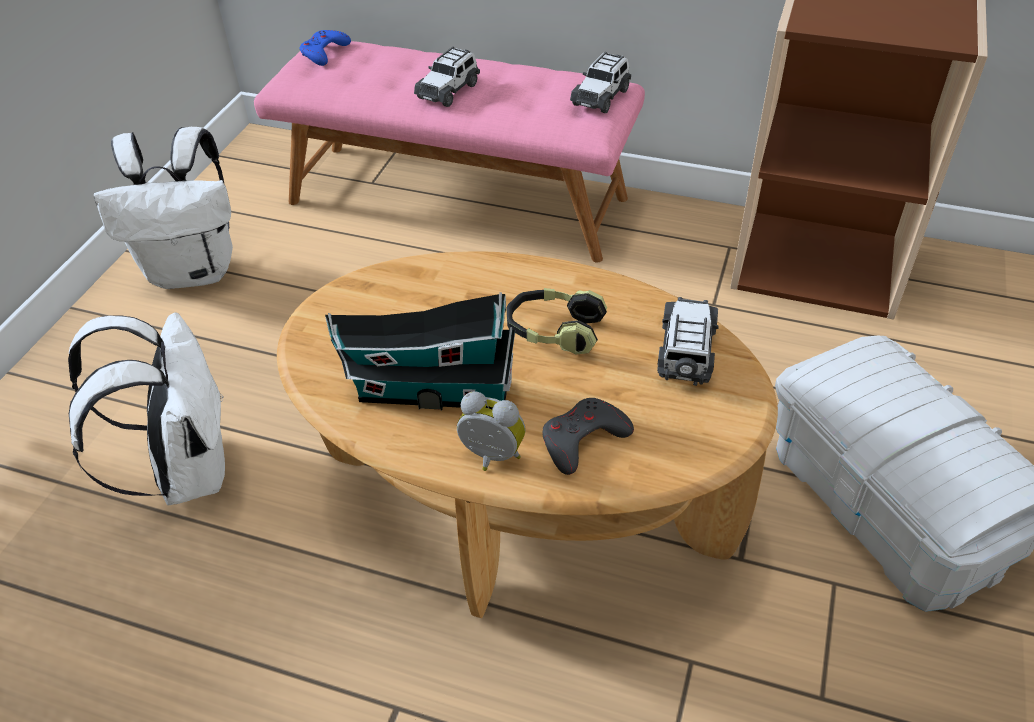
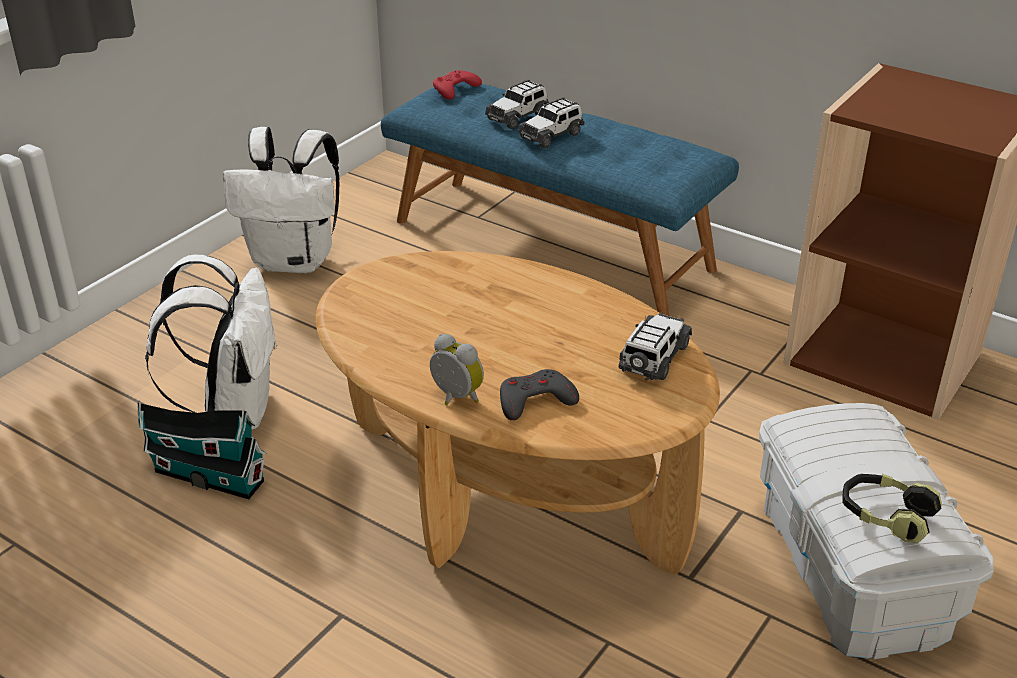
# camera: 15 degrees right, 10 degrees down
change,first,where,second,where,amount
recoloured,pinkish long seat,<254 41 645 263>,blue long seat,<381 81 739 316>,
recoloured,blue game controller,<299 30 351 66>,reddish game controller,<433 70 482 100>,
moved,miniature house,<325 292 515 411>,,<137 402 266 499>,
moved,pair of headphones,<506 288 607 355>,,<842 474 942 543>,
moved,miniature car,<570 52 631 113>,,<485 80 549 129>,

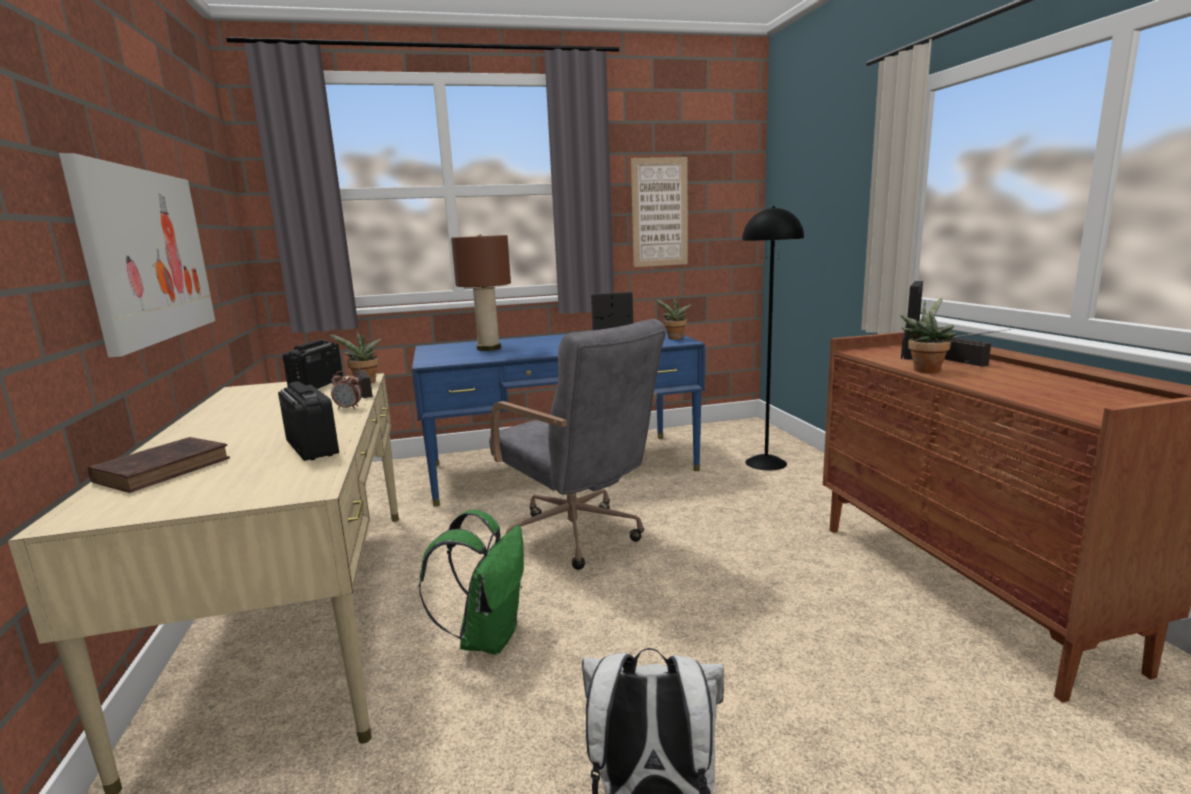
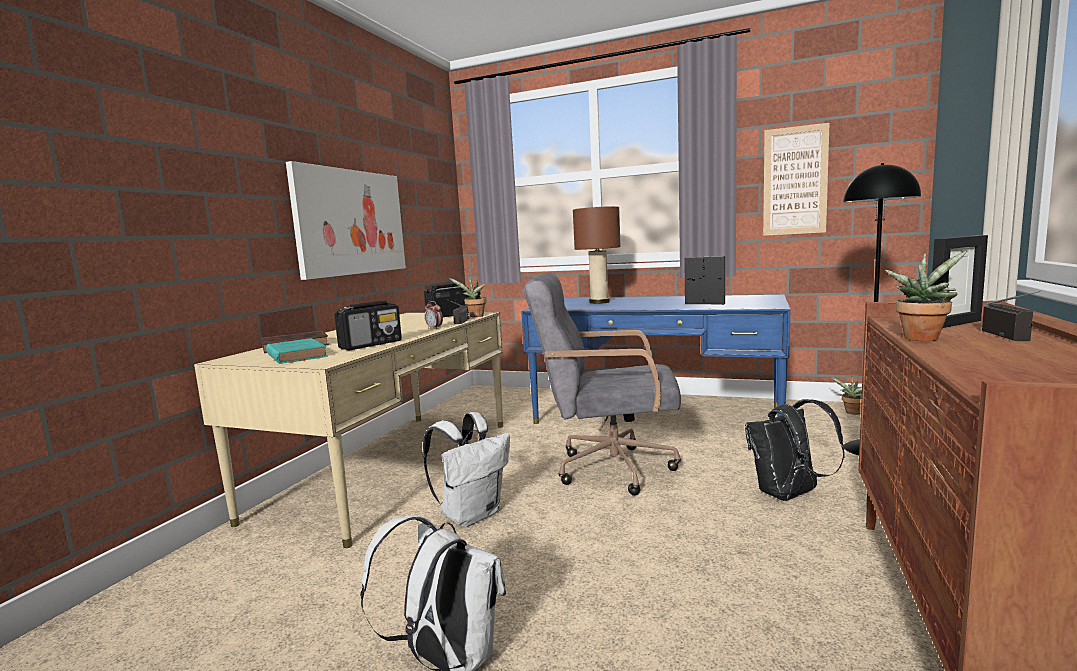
# camera: 35 degrees right, 5 degrees down
change,first,where,second,where,amount
turned,radio set,<278 381 339 461>,,<334 300 402 350>,45 degrees clockwise
recoloured,green backpack,<419 510 524 655>,whitish backpack,<423 412 510 527>,
turned,greyish office chair,<489 319 666 570>,,<523 273 681 496>,105 degrees clockwise
moved,potted plant,<654 297 692 340>,,<831 377 862 415>,
added,,,turquoise-coloured volume,<266 338 328 364>,
added,,,blackish backpack,<745 399 845 501>,

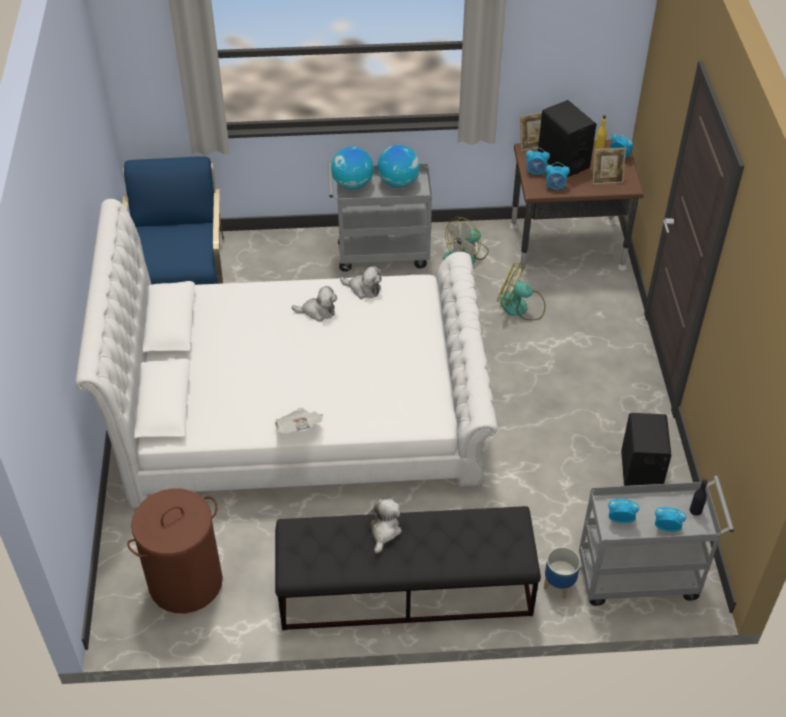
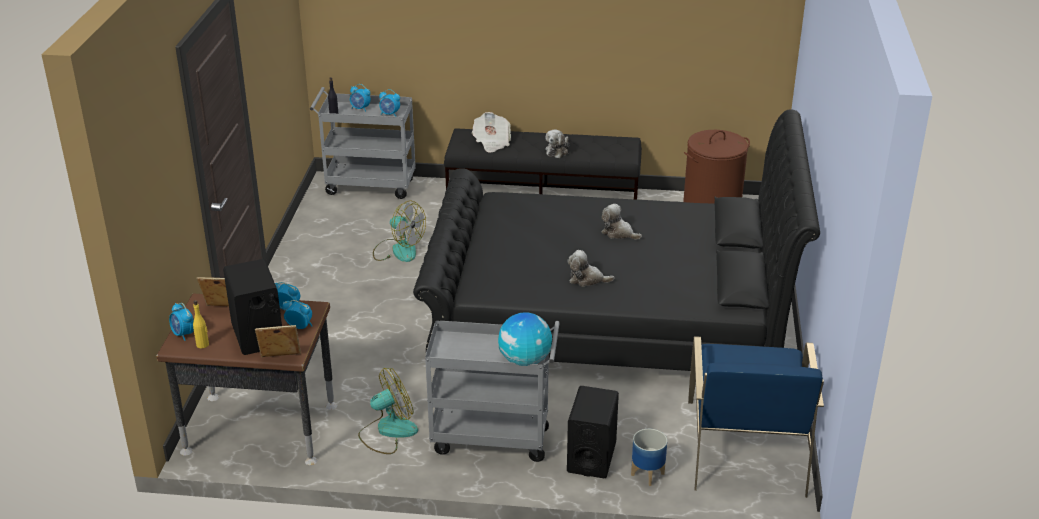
# camera: 170 degrees left, 15 degrees down
change,first,where,second,where,amount
recoloured,whitish bed,<75 199 498 508>,blackish bed,<413 110 820 371>,
moved,daily paper,<275 408 323 434>,,<472 112 511 153>,
moved,cuddly toy,<340 266 382 299>,,<601 204 642 240>,
removed,globe,<377 145 420 188>,,,
moved,electric fan,<497 262 546 320>,,<373 200 426 262>,
moved,plant pot,<544 547 580 599>,,<631 429 667 486>,
moved,blackish audio speaker,<621 413 672 486>,,<567 386 619 478>,

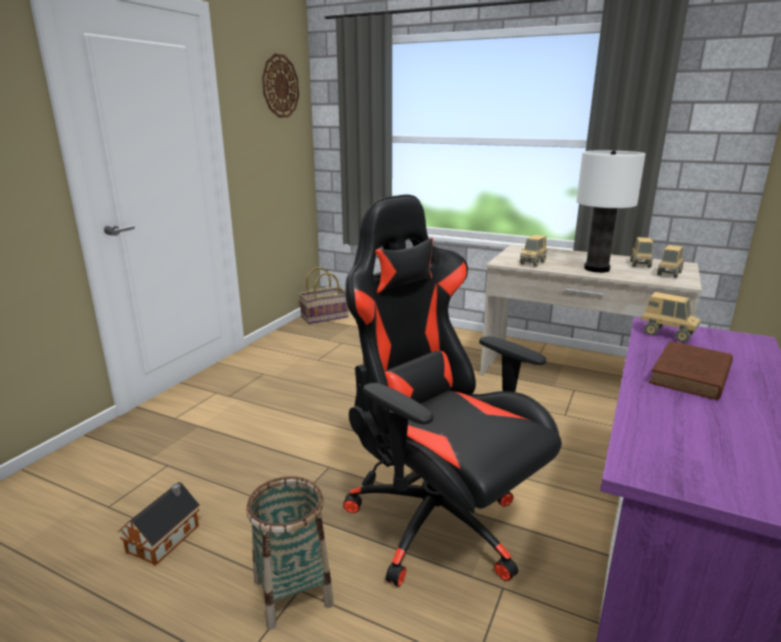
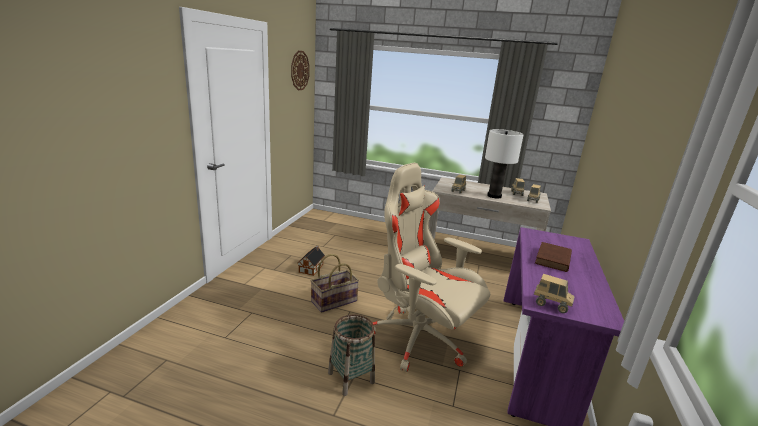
# camera: 10 degrees left, 0 degrees up
change,first,where,second,where,amount
moved,miniature house,<117 482 200 566>,,<298 246 325 276>,
moved,household basket,<299 267 348 324>,,<311 254 359 313>,
recoloured,blackish office chair,<343 194 562 587>,beige-coloured office chair,<373 163 490 372>,
moved,model truck,<641 292 701 342>,,<534 274 574 313>,

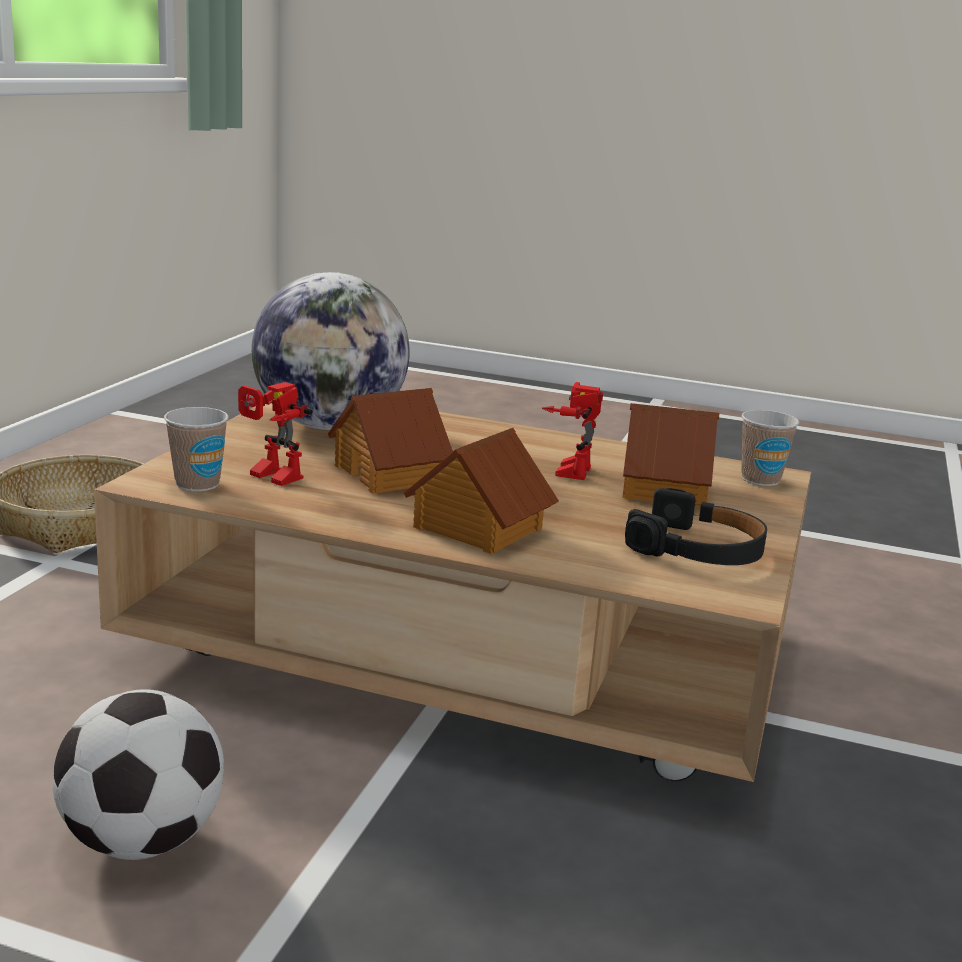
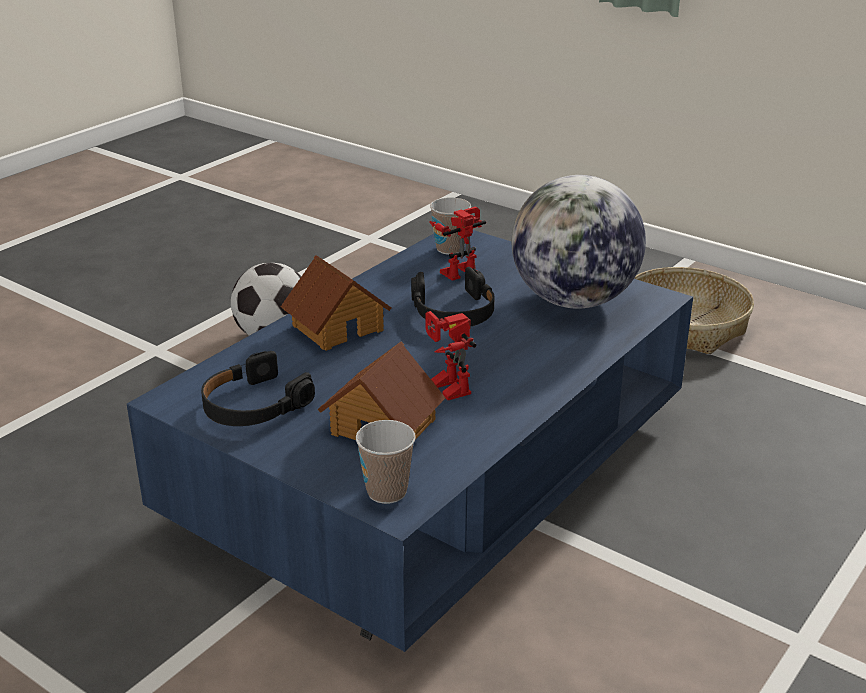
# camera: 110 degrees right, 10 degrees up
change,first,where,second,where,amount
recoloured,brown coffee table,<94 403 811 782>,blue coffee table,<127 230 693 652>,
replaced,miniature house,<328 388 453 494>,blackish pair of headphones,<411 267 495 326>,
turned,toy robot,<542 382 603 480>,,<426 311 476 400>,150 degrees counterclockwise

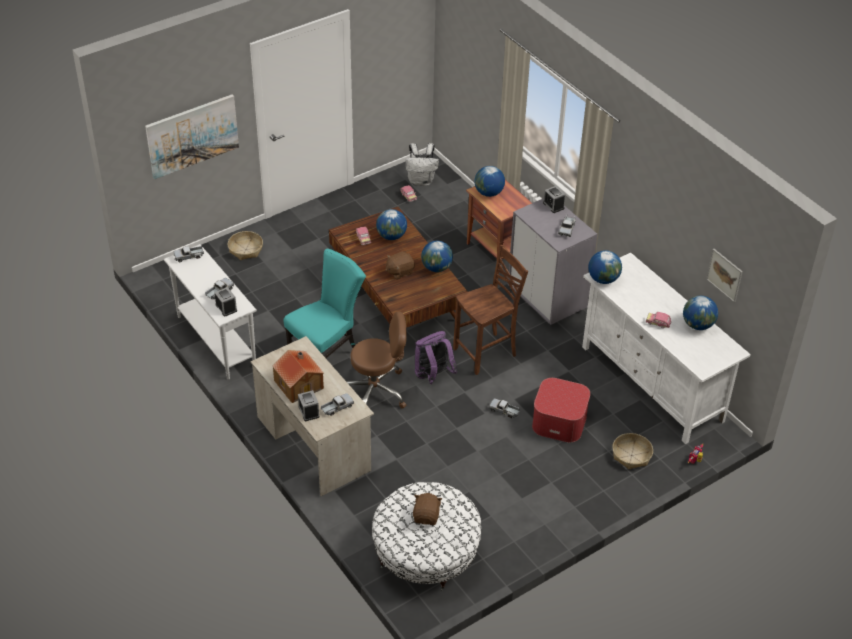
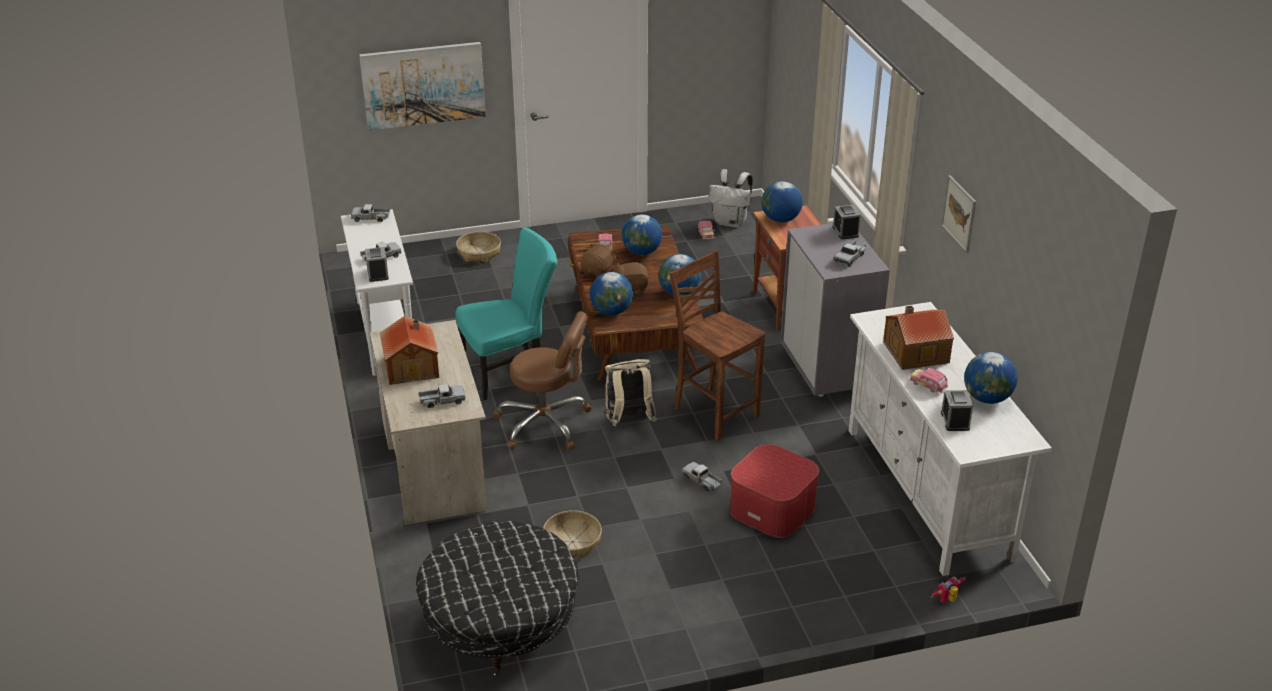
# camera: 20 degrees right, 10 degrees down
change,first,where,second,where,amount
moved,table clock,<298 390 319 421>,,<941 390 973 431>,
recoloured,whitish footrest,<372 482 481 591>,blackish footrest,<416 521 578 676>,
moved,brown cuddly toy,<413 493 442 525>,,<581 244 617 277>,
recoloured,purple-coloured backpack,<415 331 457 384>,beige-coloured backpack,<604 359 657 426>,
turned,brown plain chair,<453 244 528 375>,,<670 250 765 441>,120 degrees counterclockwise
moved,globe,<588 250 622 284>,,<590 272 633 315>,
moved,household basket,<612 433 653 469>,,<543 511 602 559>,
moved,picture,<706 249 743 303>,,<941 175 976 253>,
added,,,miniature house,<883 305 954 370>,

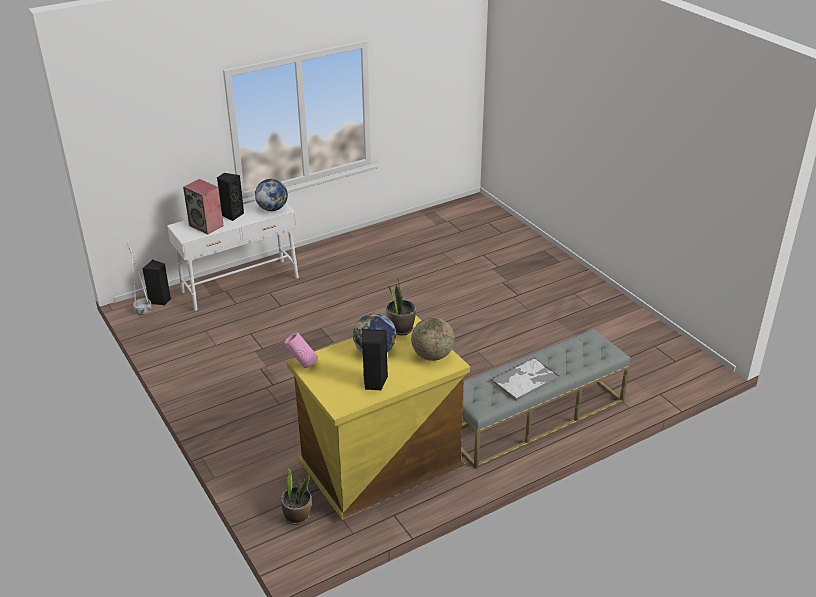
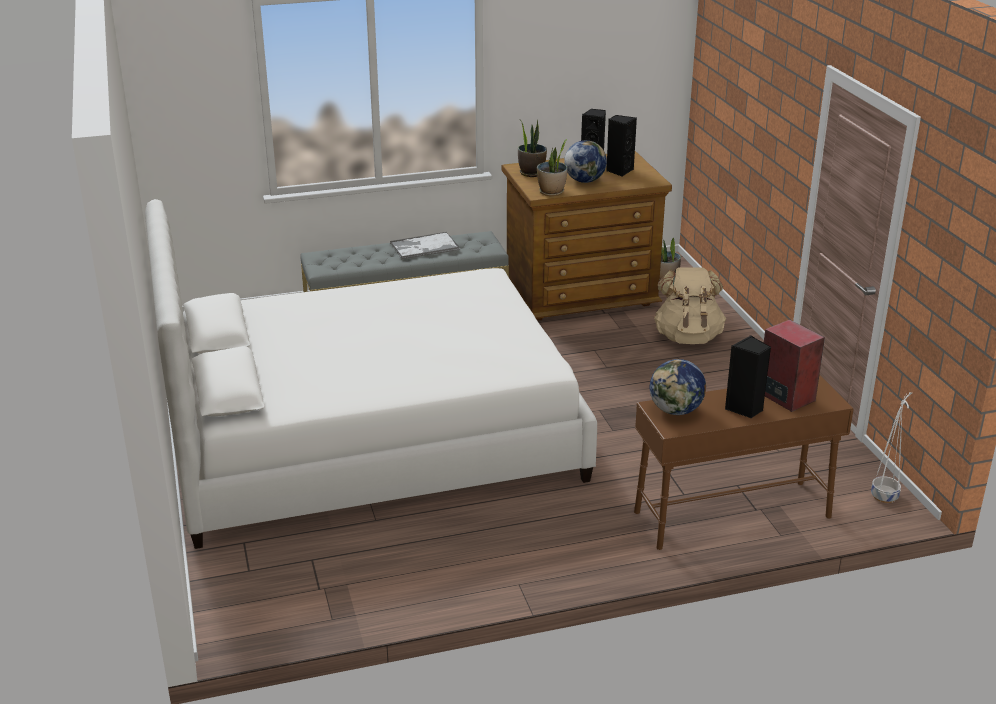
# camera: 165 degrees left, 5 degrees down
change,first,where,second,where,amount
moved,blackish audio speaker,<142 260 171 305>,,<606 115 637 177>,
recoloured,whitish hall table,<167 201 299 311>,brown hall table,<634 375 854 550>,
removed,pinkish vase,<285 332 318 368>,,,
recoloured,yellowish chest of drawers,<287 315 471 520>,brown chest of drawers,<502 151 672 321>,
replaced,globe,<411 317 455 361>,potted plant,<518 120 547 177>,
added,,,whitish bed,<145 199 597 549>,
added,,,beige-coloured backpack,<654 267 726 344>,

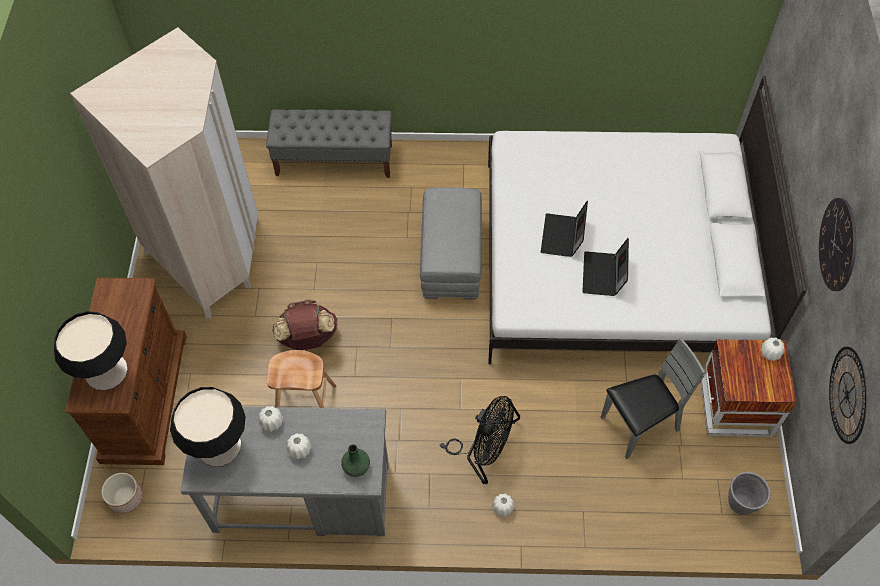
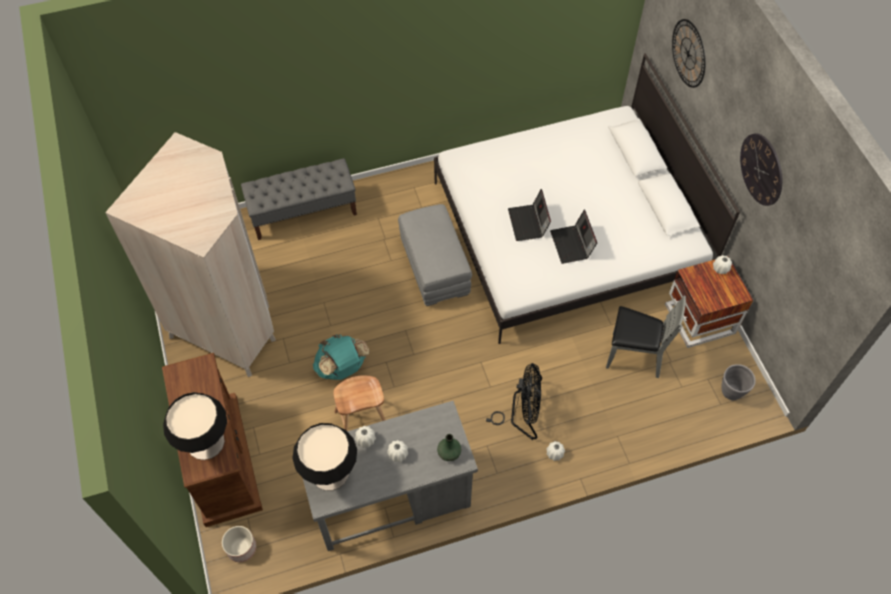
# camera: 20 degrees left, 0 degrees up
change,first,where,second,where,amount
recoloured,brown backpack,<272 300 338 350>,turquoise-coloured backpack,<313 334 369 380>,
turned,greyish plain chair,<601 338 705 459>,,<606 296 686 378>,60 degrees clockwise
moved,clock on the wall,<829 347 867 444>,,<672 19 706 88>,

